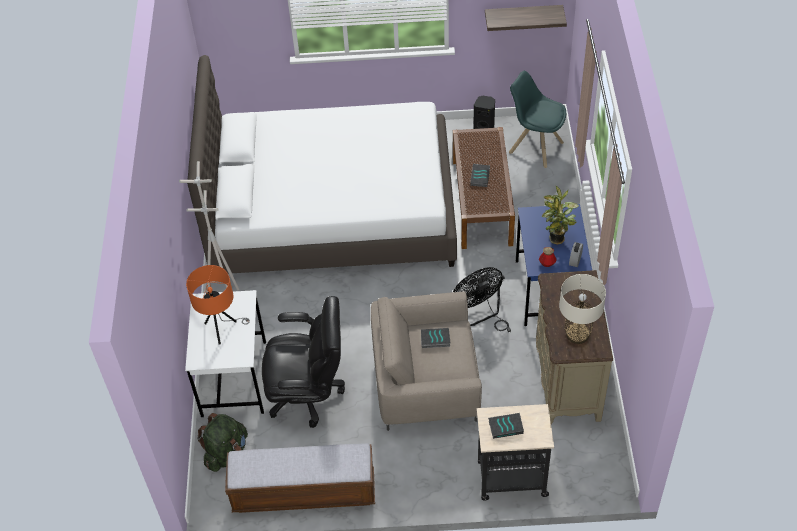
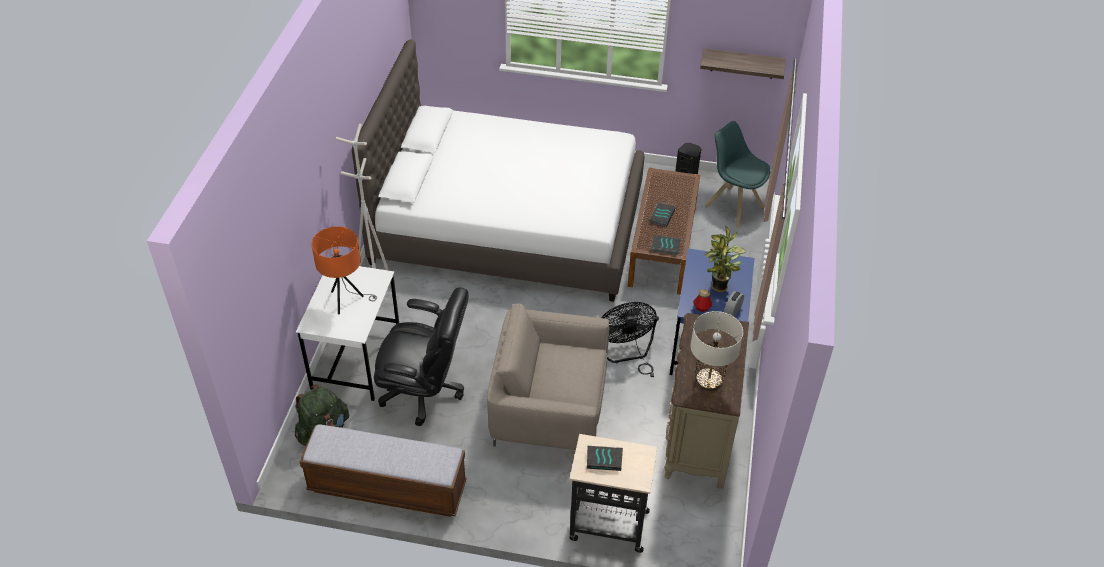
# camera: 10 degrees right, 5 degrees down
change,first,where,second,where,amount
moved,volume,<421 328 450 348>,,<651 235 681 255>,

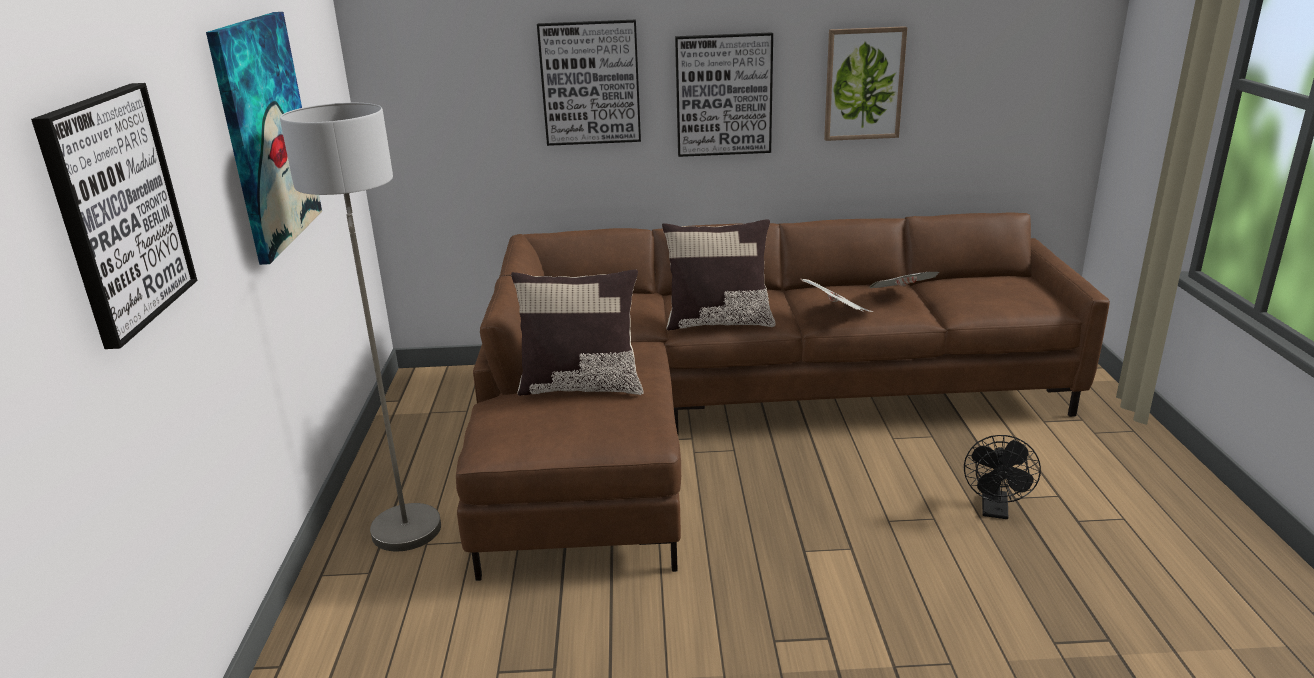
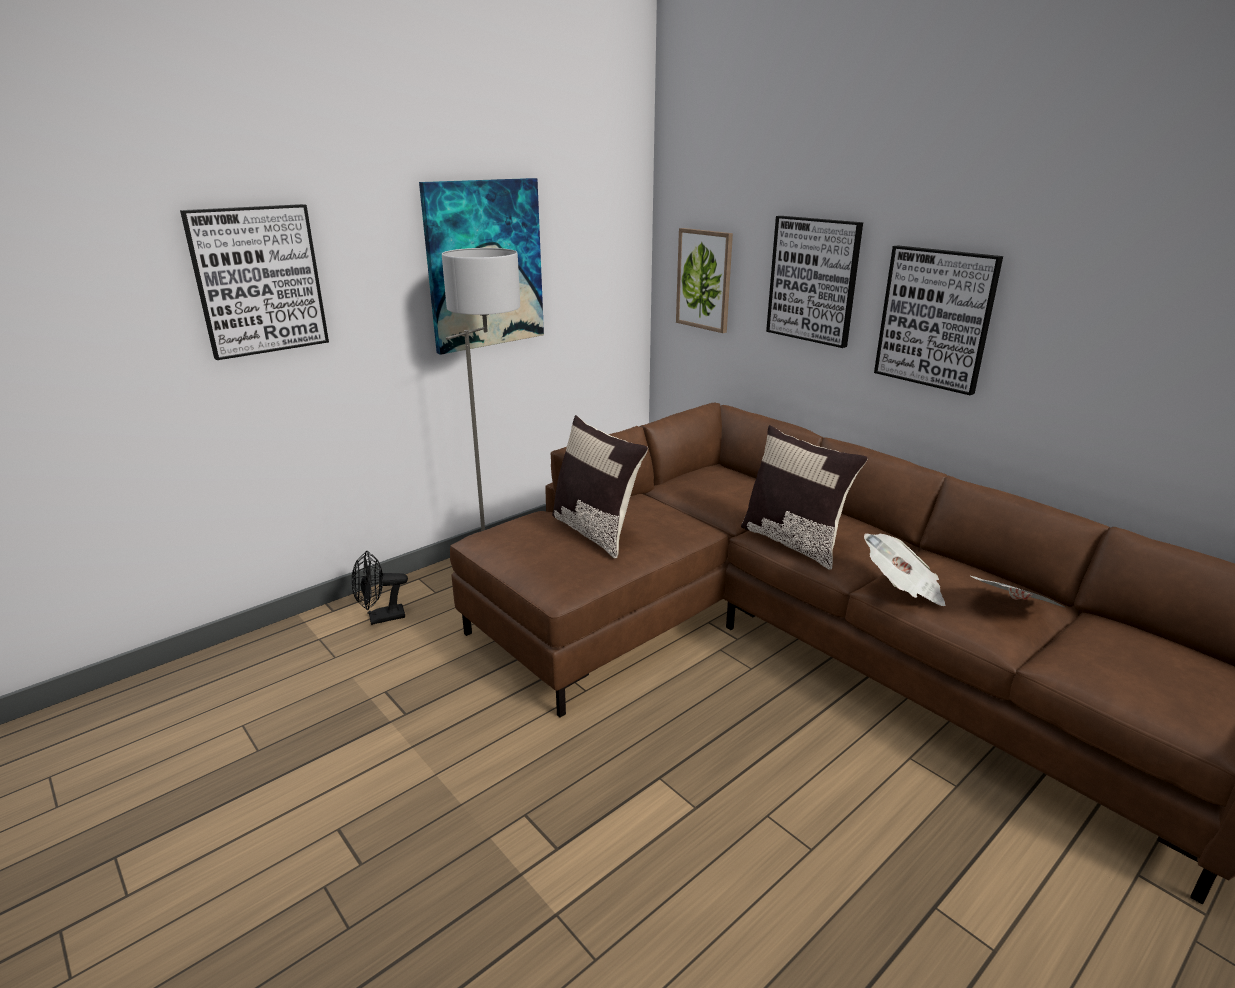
# camera: 50 degrees right, 0 degrees up
change,first,where,second,where,amount
moved,picture,<824 26 907 141>,,<676 228 733 333>,
moved,blackish electric fan,<964 435 1041 519>,,<352 551 408 625>,

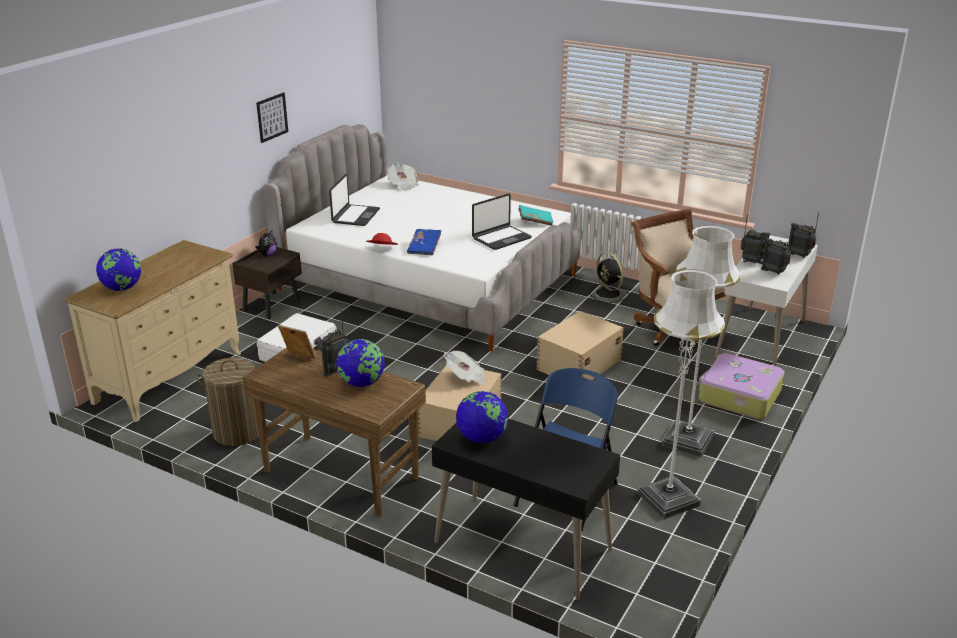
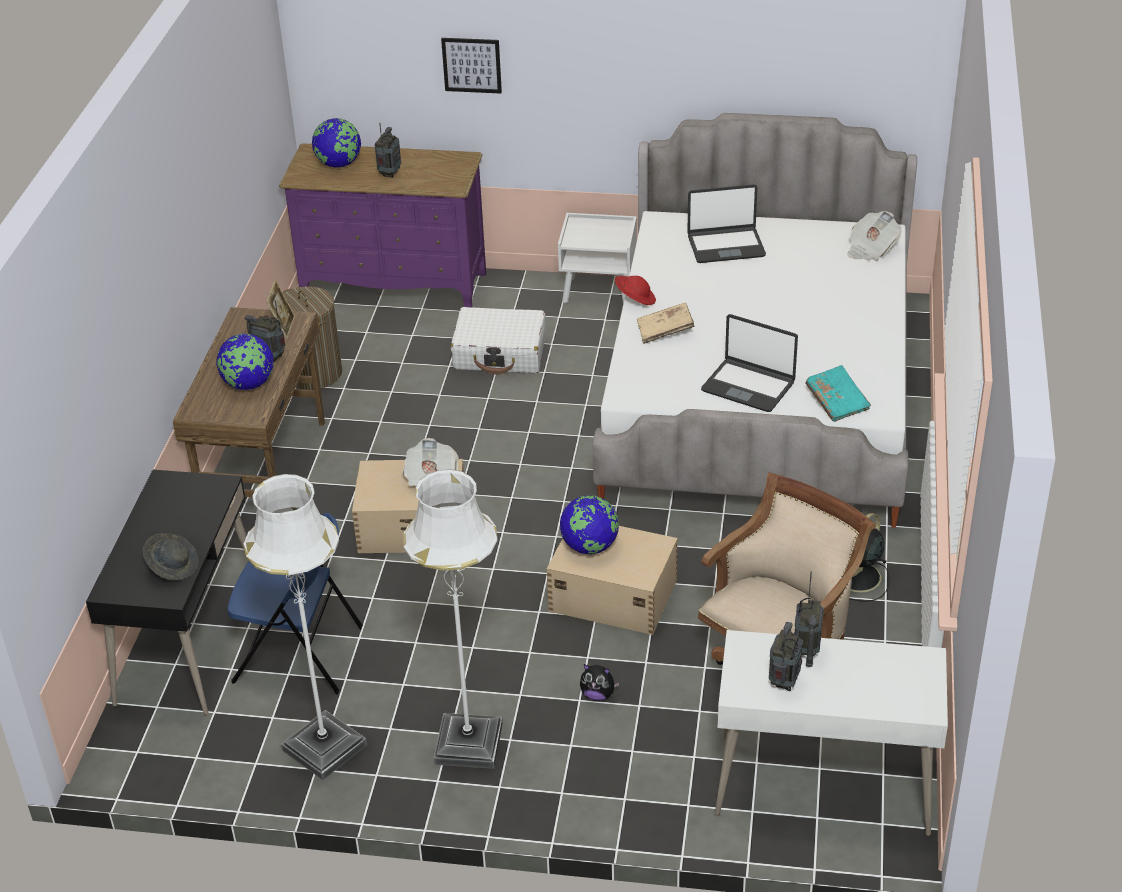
# camera: 70 degrees right, 10 degrees up
change,first,where,second,where,amount
recoloured,beige-coloured chest of drawers,<64 240 241 422>,purple-coloured chest of drawers,<279 143 486 308>,
recoloured,brown night table,<232 247 302 319>,whitish night table,<558 213 637 303>,
moved,cuddly toy,<255 231 277 256>,,<580 664 620 701>,
moved,picture,<256 93 288 143>,,<441 38 502 94>,
recoloured,blue volume,<407 229 441 255>,beige-coloured volume,<637 303 694 344>,
moved,globe,<456 391 508 443>,,<560 495 619 554>,
removed,suitcase,<698 353 785 419>,,,
moved,radio set,<788 212 819 258>,,<374 123 401 178>,
added,,,greyish clothing hat,<143 533 198 580>,

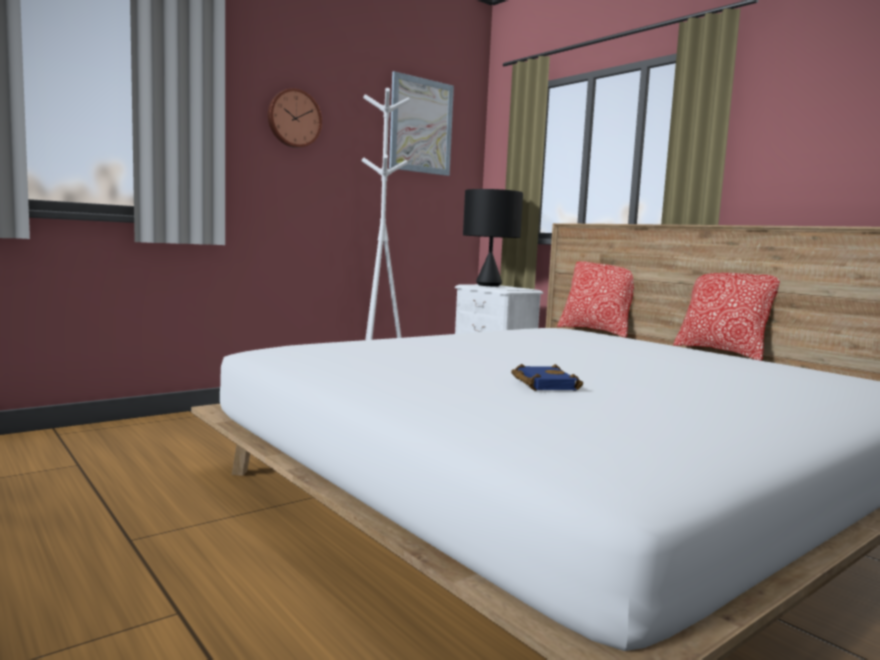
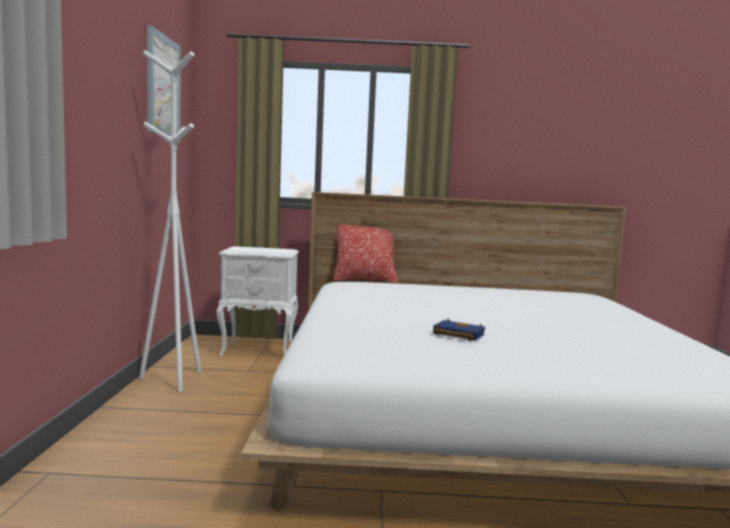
# camera: 50 degrees left, 0 degrees up
change,first,where,second,where,amount
removed,clock on the wall,<268 88 322 148>,,,
removed,blackish lamp for a table,<463 189 523 286>,,,
moved,blue volume,<511 364 583 391>,,<433 319 486 341>,
removed,cushion,<673 273 780 361>,,,

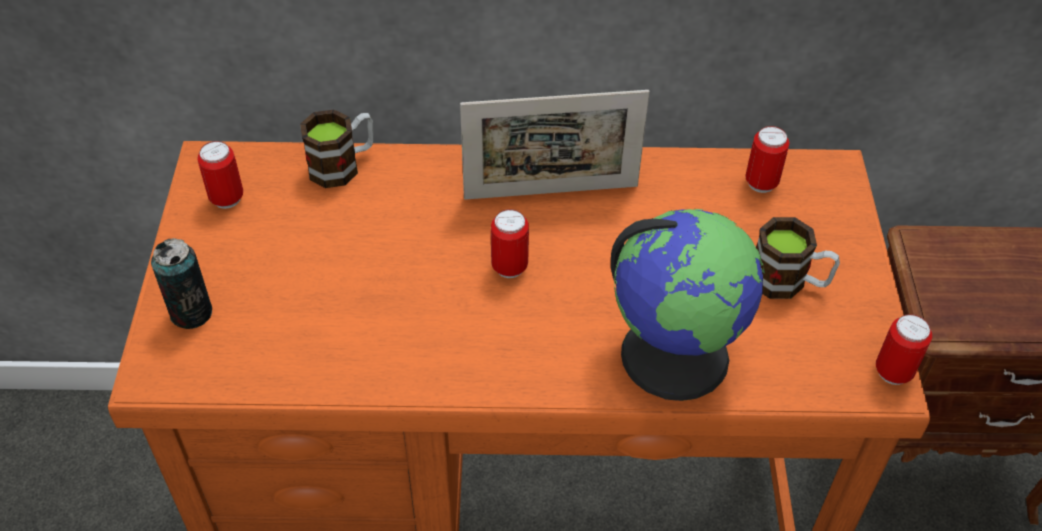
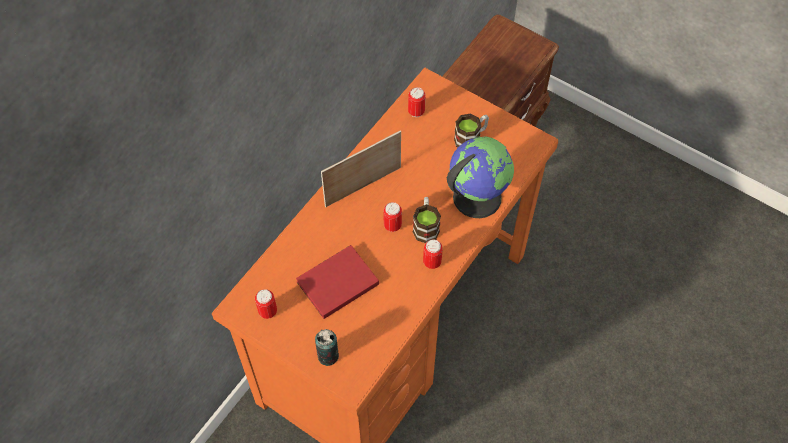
# camera: 55 degrees left, 10 degrees up
change,first,where,second,where,amount
moved,mug,<300 109 374 188>,,<413 197 441 243>,
turned,standing frame,<460 90 650 200>,,<321 130 401 207>,150 degrees counterclockwise
moved,metal can,<876 314 932 385>,,<423 239 443 269>,
added,,,reddish volume,<296 245 379 319>,

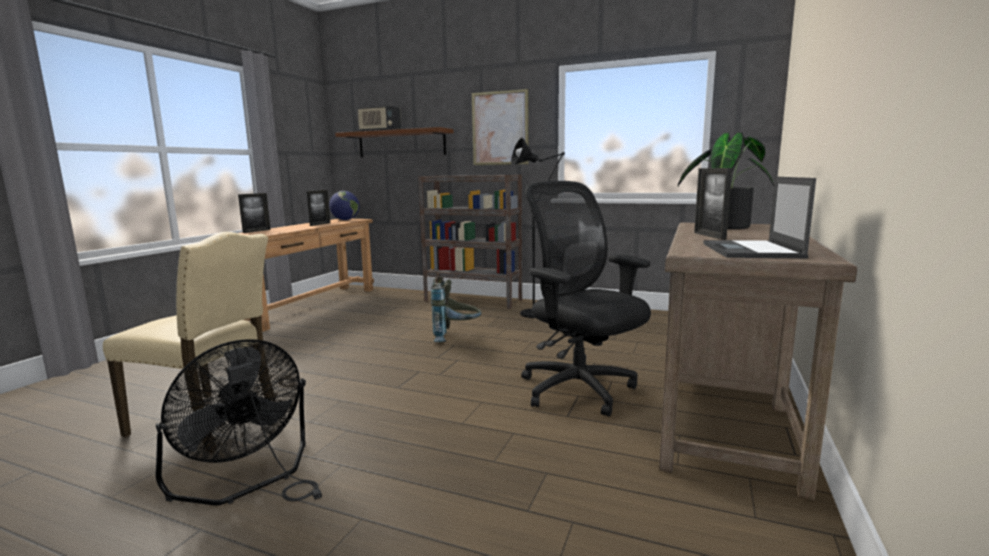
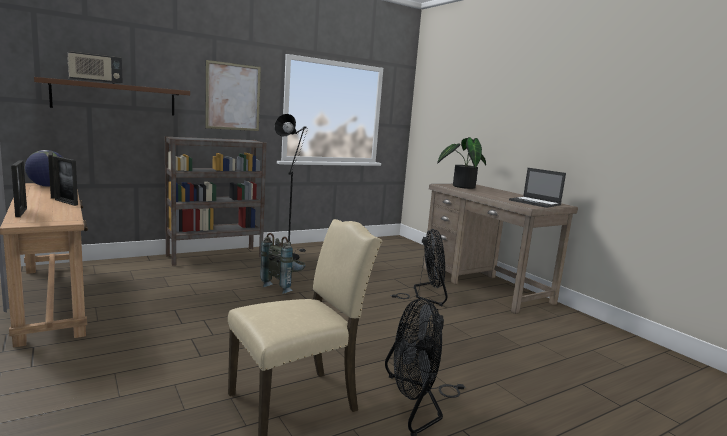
# camera: 55 degrees left, 0 degrees up
change,first,where,second,where,amount
replaced,blackish office chair,<521 181 651 417>,blackish electric fan,<391 229 448 306>,
moved,standing frame,<694 168 732 240>,,<52 156 78 206>,

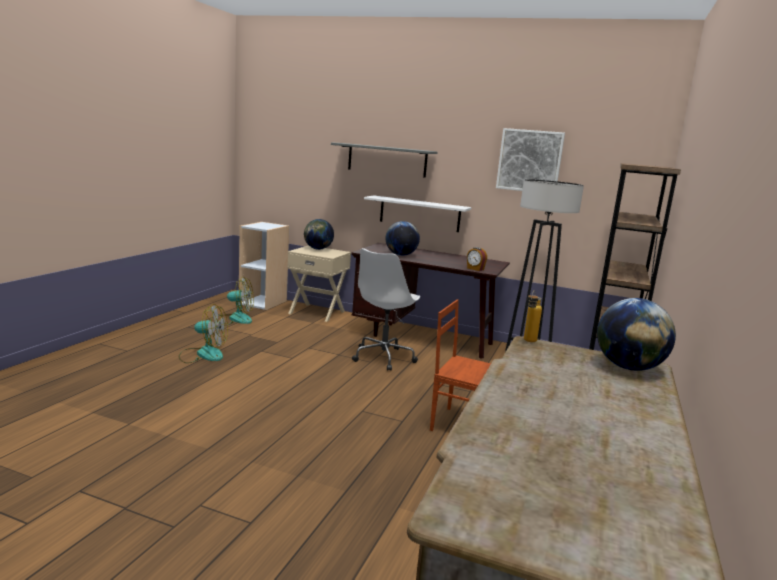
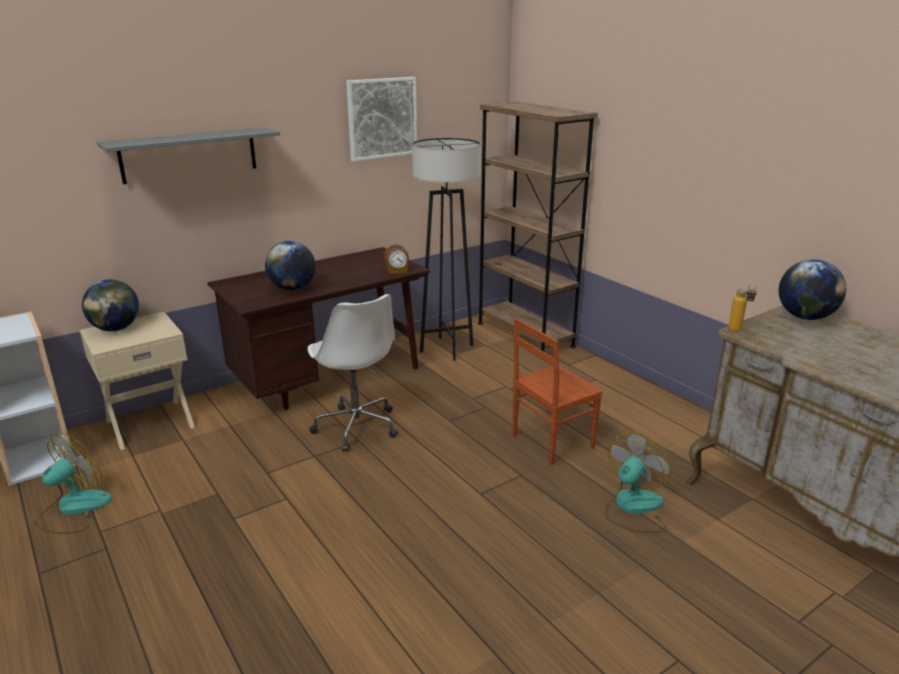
# camera: 55 degrees left, 10 degrees up
change,first,where,second,where,amount
moved,electric fan,<179 304 228 363>,,<606 432 671 533>,
removed,whitish bracket shelf,<364 195 471 232>,,,

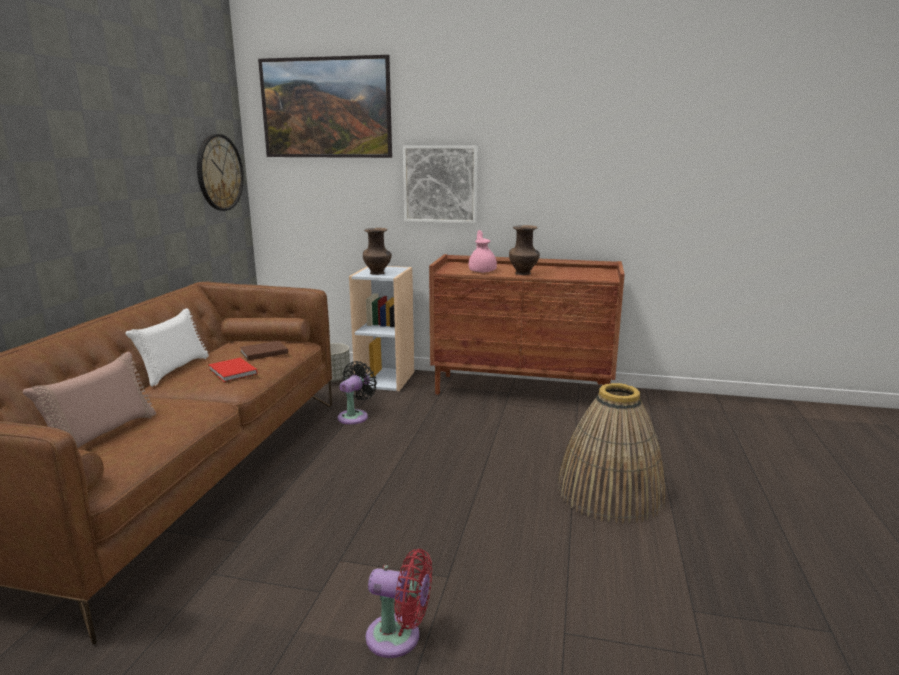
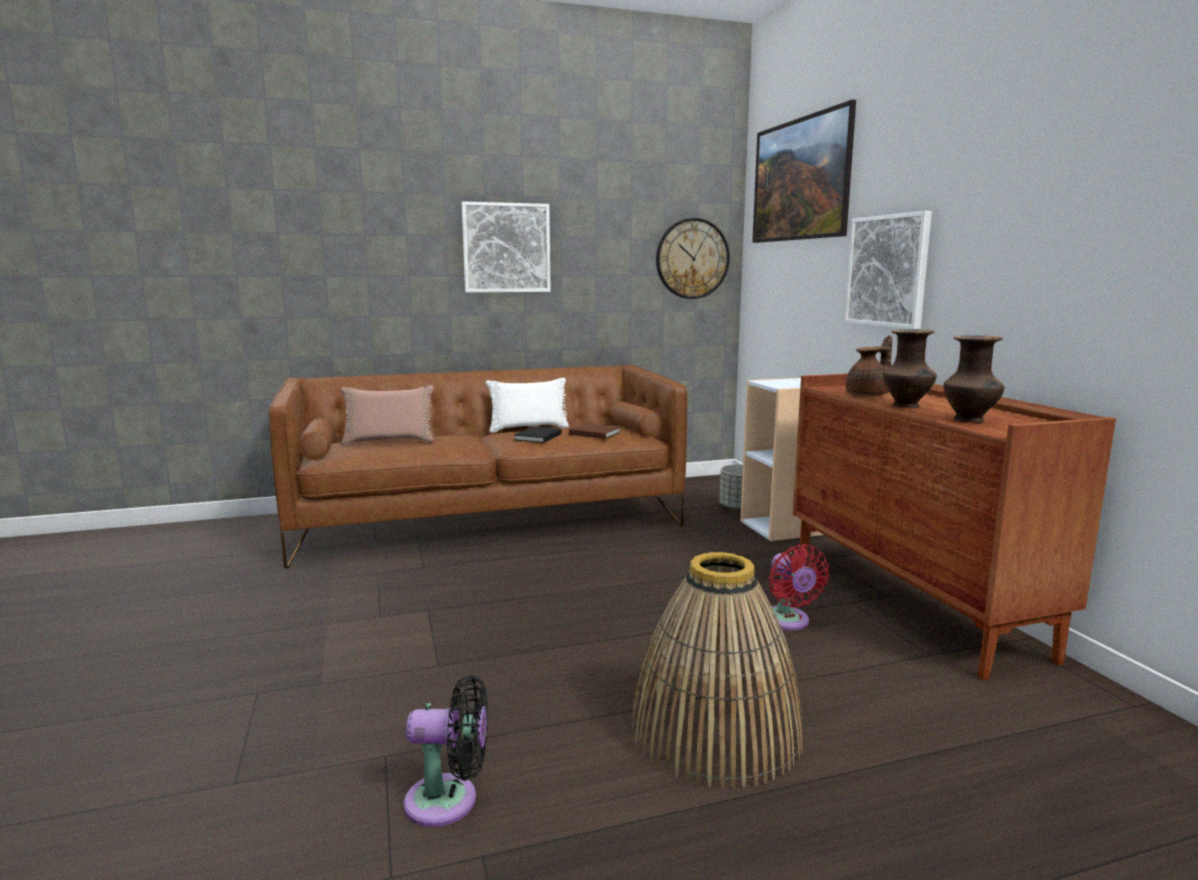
# camera: 60 degrees right, 5 degrees down
change,first,where,second,where,amount
recoloured,reddish volume,<208 358 258 382>,blackish volume,<514 427 561 443>,
moved,blackish electric fan,<338 361 377 424>,,<404 675 488 827>,
moved,brown vase,<363 228 392 275>,,<944 335 1005 423>,
moved,reddish electric fan,<365 549 432 658>,,<766 544 830 630>,
recoloured,pinkish tea pot,<469 230 497 273>,brown tea pot,<846 336 892 396>,
added,,,picture,<462 202 551 293>,

